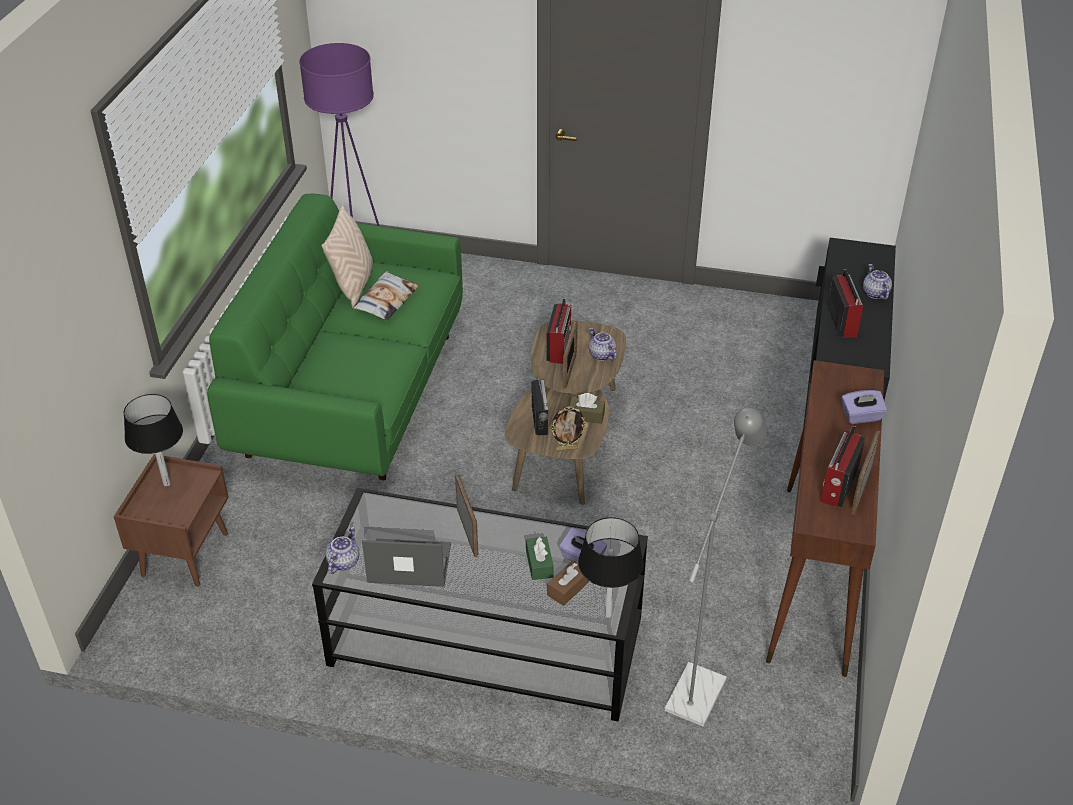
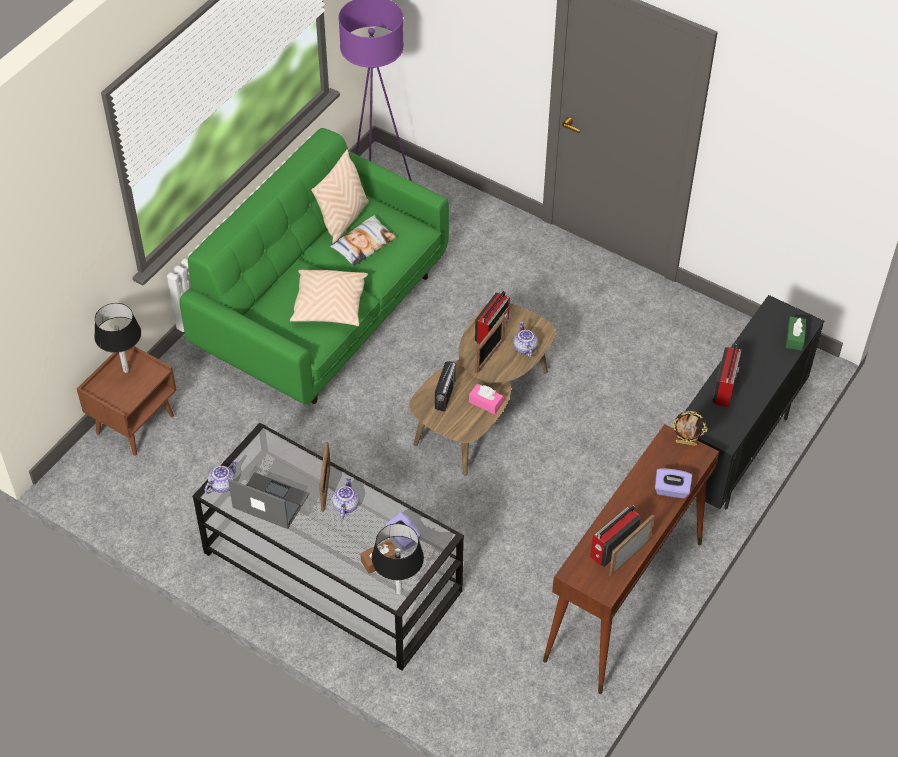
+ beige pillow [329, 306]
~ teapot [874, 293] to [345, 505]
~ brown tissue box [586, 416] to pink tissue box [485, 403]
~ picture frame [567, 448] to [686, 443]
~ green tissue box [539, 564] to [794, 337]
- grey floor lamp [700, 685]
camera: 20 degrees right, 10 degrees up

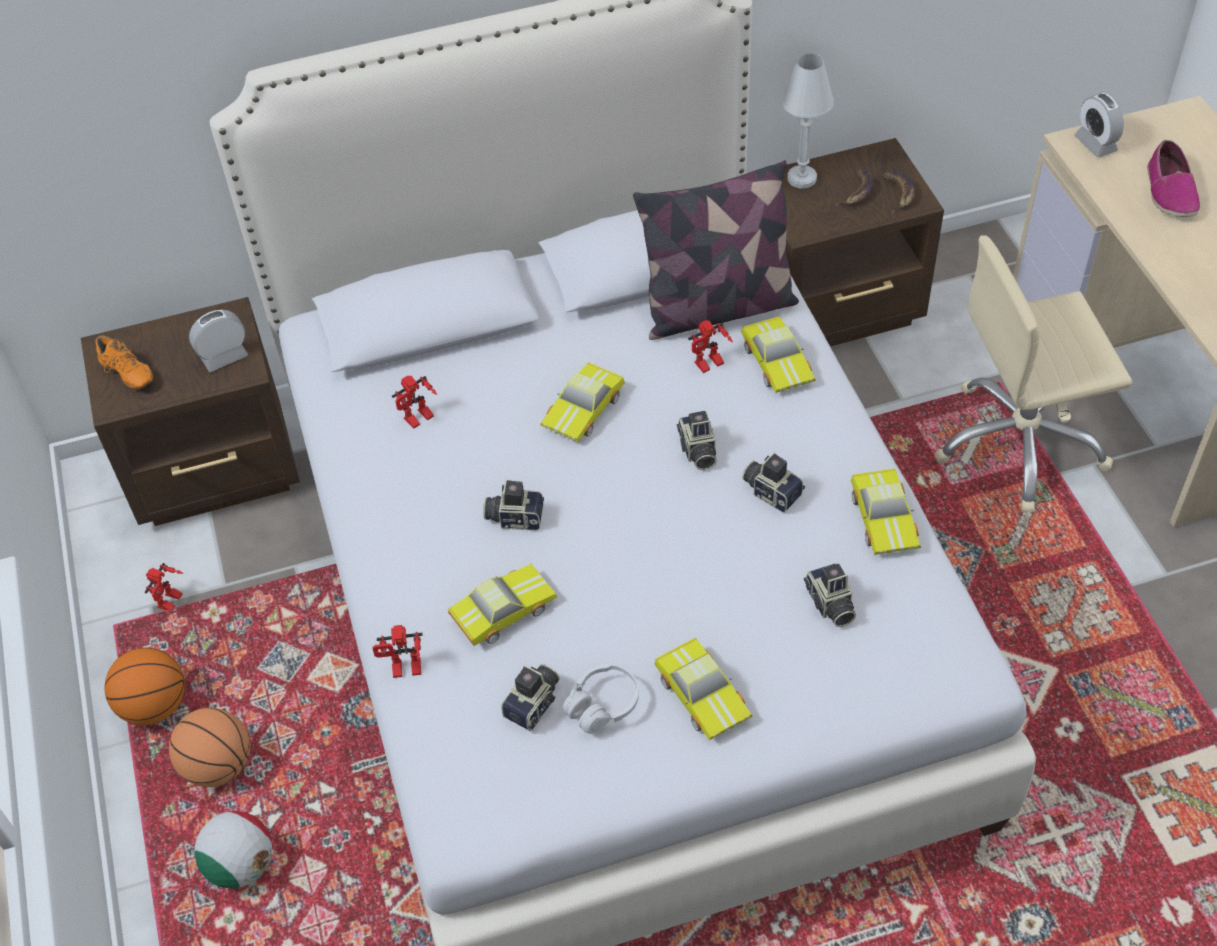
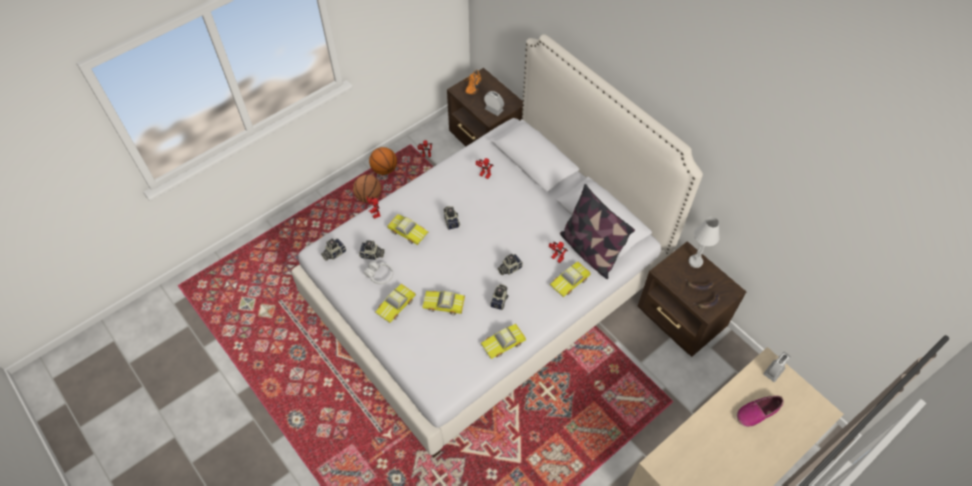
~ photo camera [829, 605] to [333, 253]
~ toy car [585, 410] to [444, 305]
- football [241, 865]
- beige office chair [1020, 444]
camera: 65 degrees right, 5 degrees up

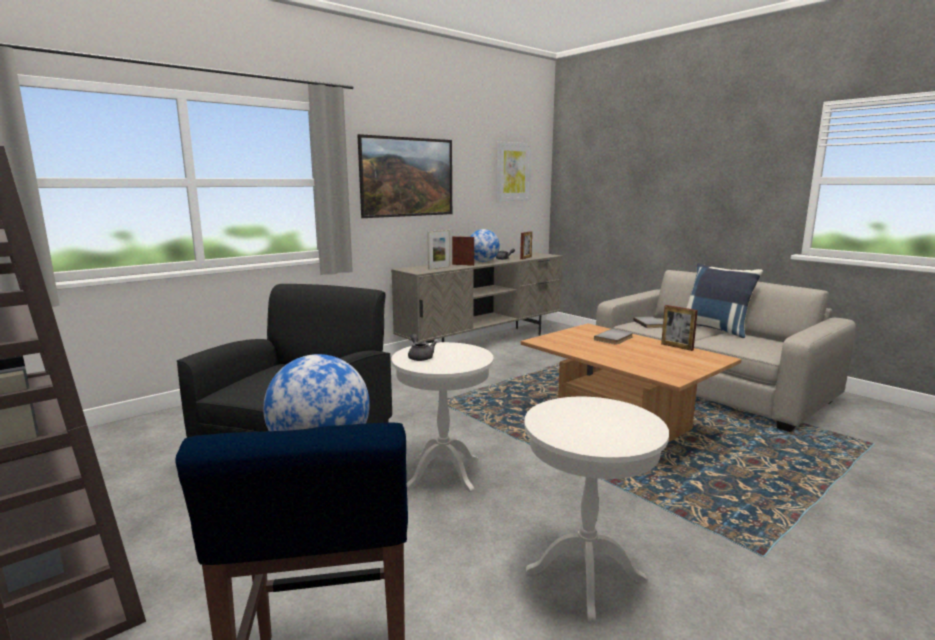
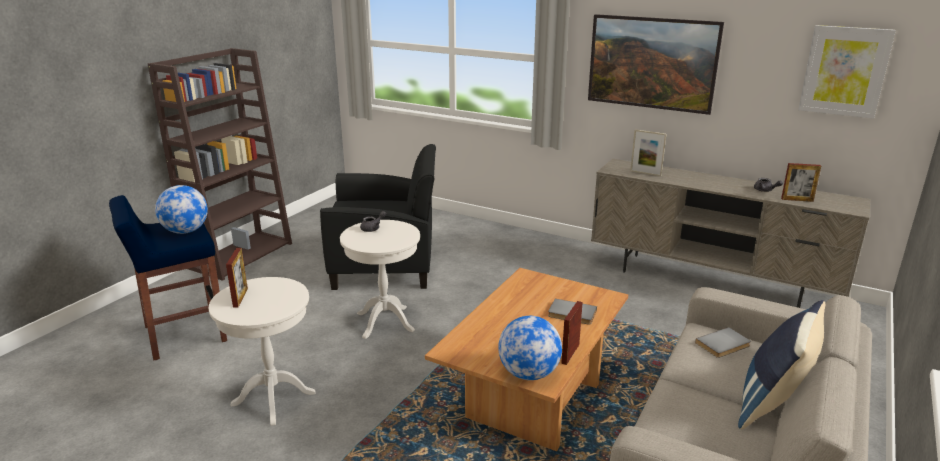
~ picture frame [463, 264] to [240, 298]
~ globe [483, 261] to [528, 374]
camera: 70 degrees right, 10 degrees up

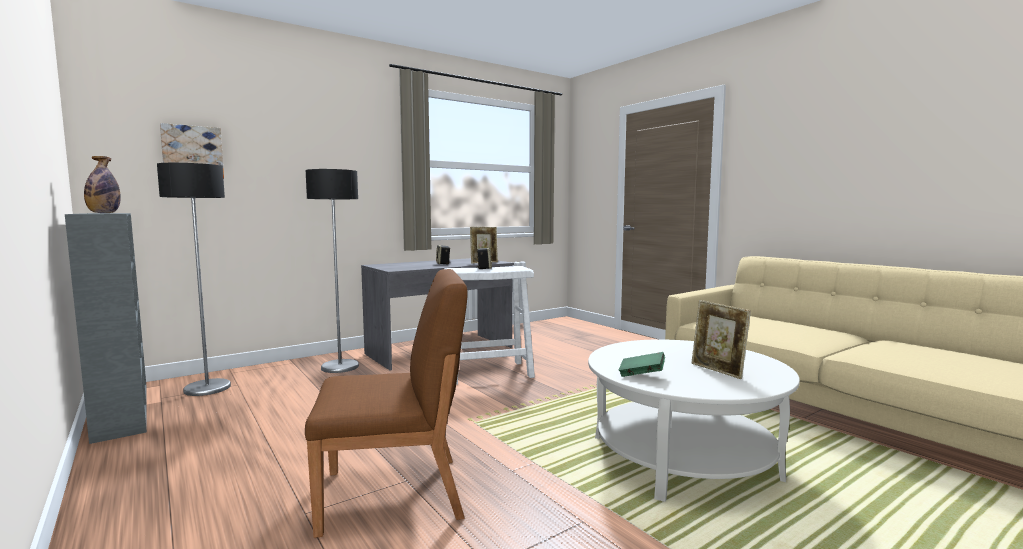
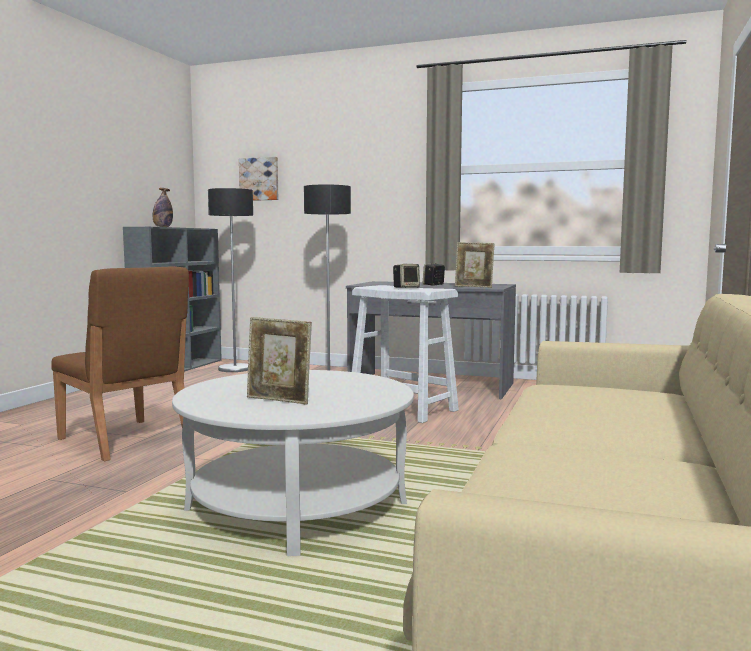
~ picture frame [717, 371] = [279, 400] 90 degrees counterclockwise
- green book [641, 375]
camera: 55 degrees right, 0 degrees up

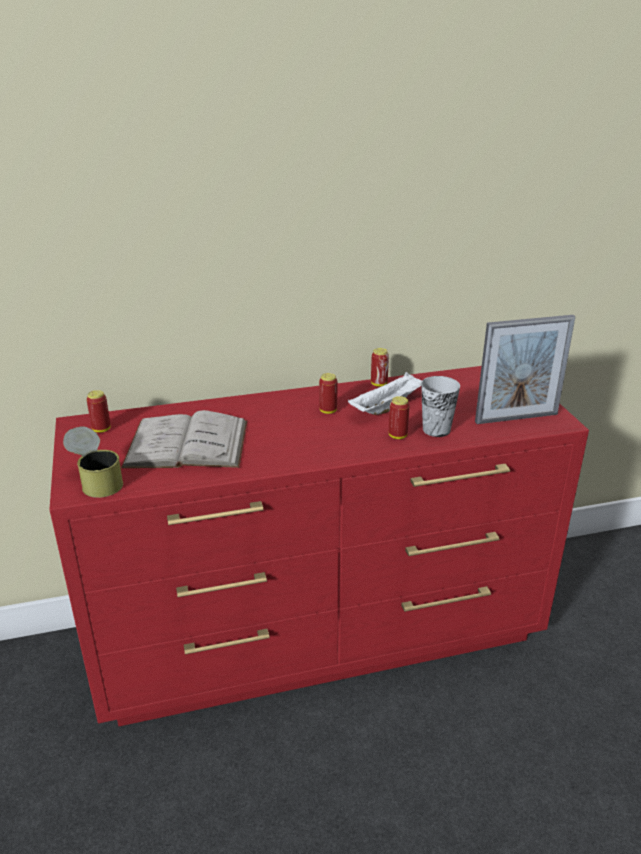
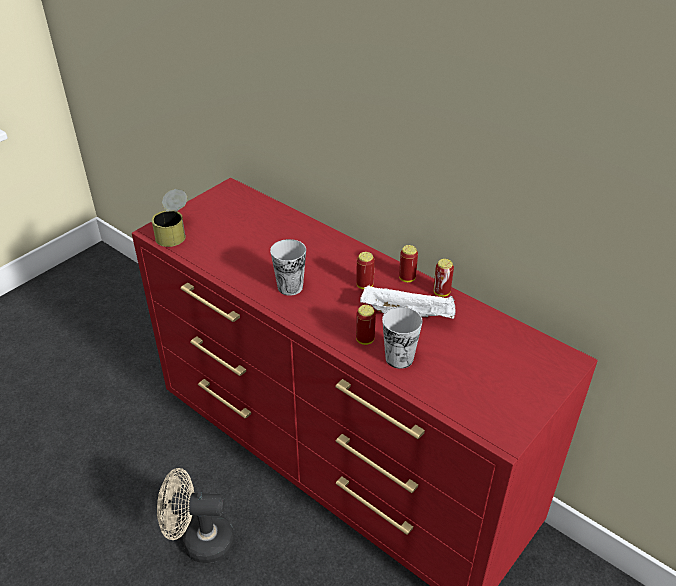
+ beige fan [199, 541]
+ cup [290, 287]
~ can [101, 429] to [407, 278]
- white book [187, 444]
- picture frame [516, 418]
camera: 55 degrees right, 10 degrees up

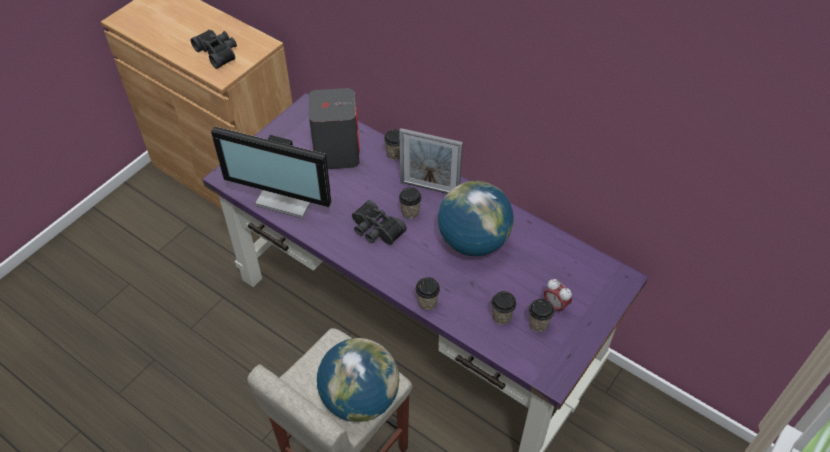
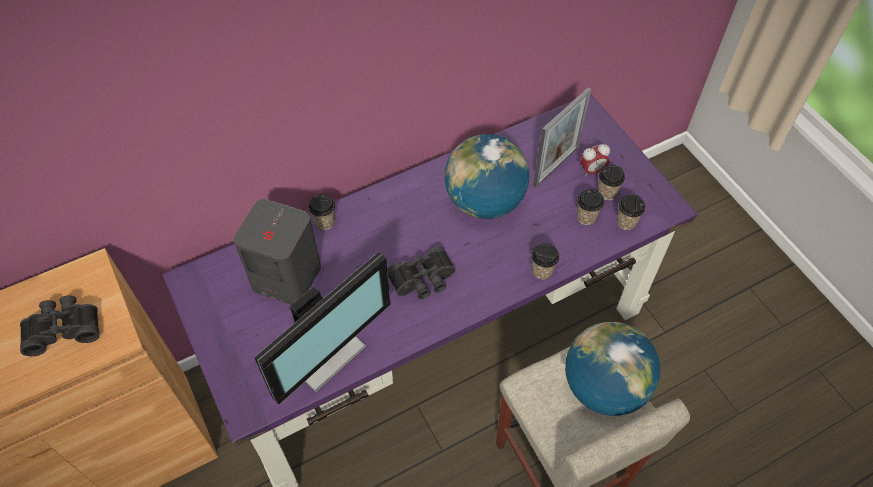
~ picture frame [429, 188] to [556, 166]
~ cup [410, 212] to [626, 222]
camera: 65 degrees left, 5 degrees up

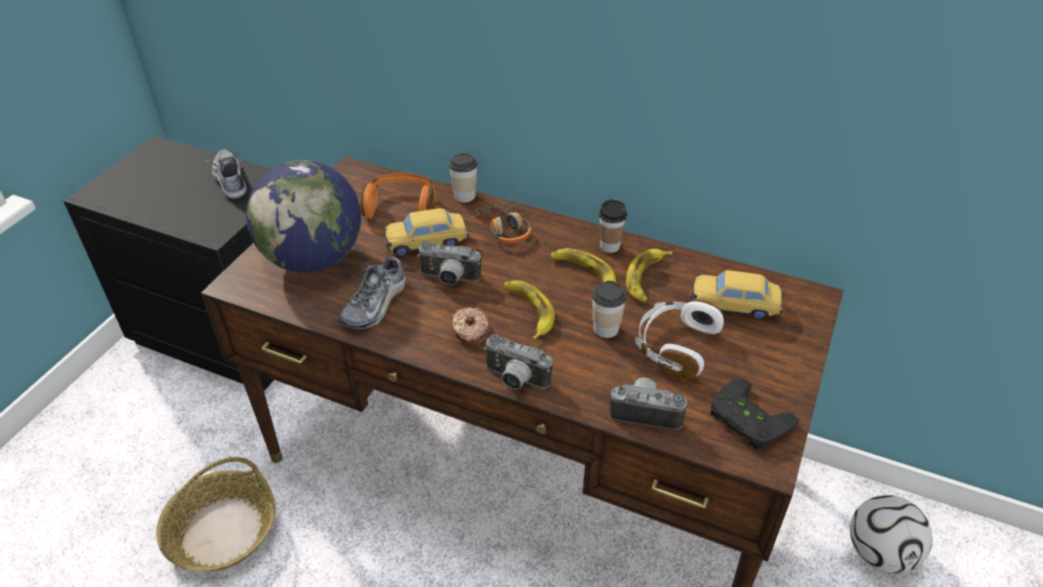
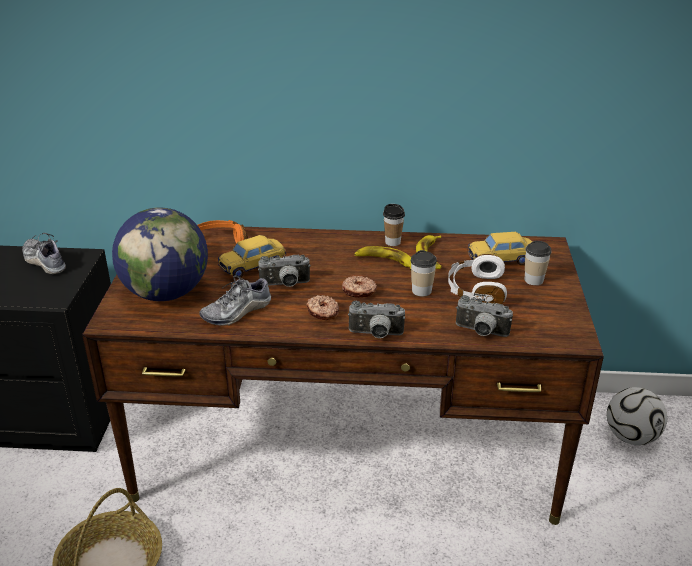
~ shoe [375, 304] = [237, 312] 45 degrees clockwise
~ banana [529, 311] to donut [359, 291]
~ photo camera [646, 412] = [480, 332] 150 degrees counterclockwise
~ cup [464, 196] to [534, 280]
- headphones [505, 227]
- black game controller [746, 420]
camera: 20 degrees left, 10 degrees down

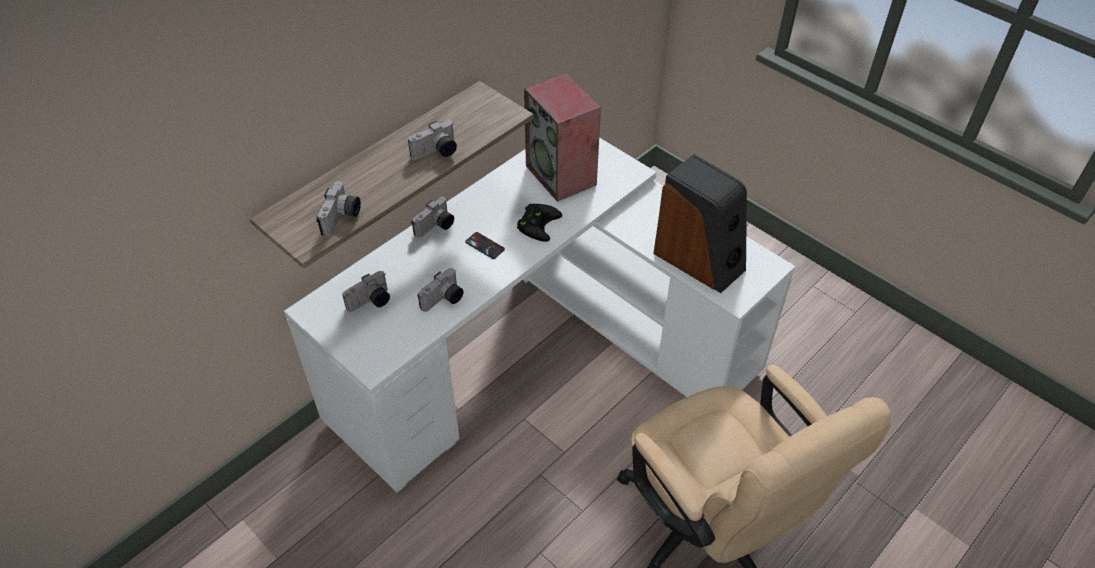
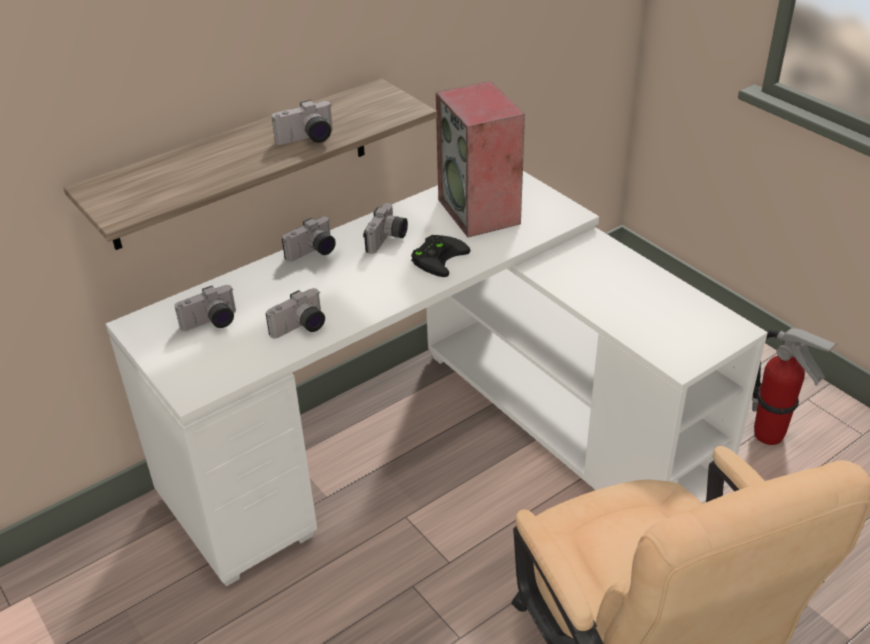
~ photo camera [342, 218] to [388, 240]
+ fire extinguisher [769, 436]
- phone [485, 245]
- speaker [699, 260]
camera: 10 degrees right, 10 degrees down

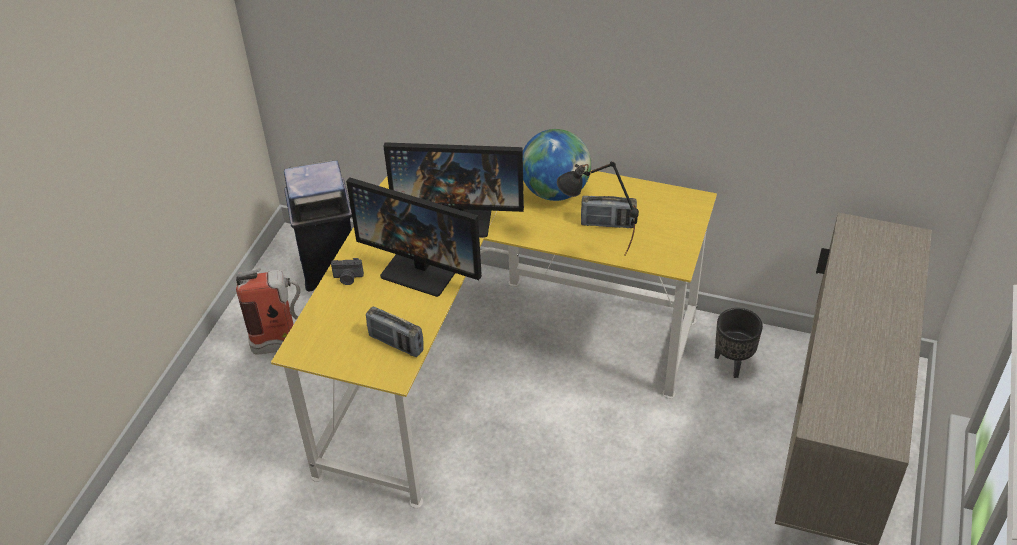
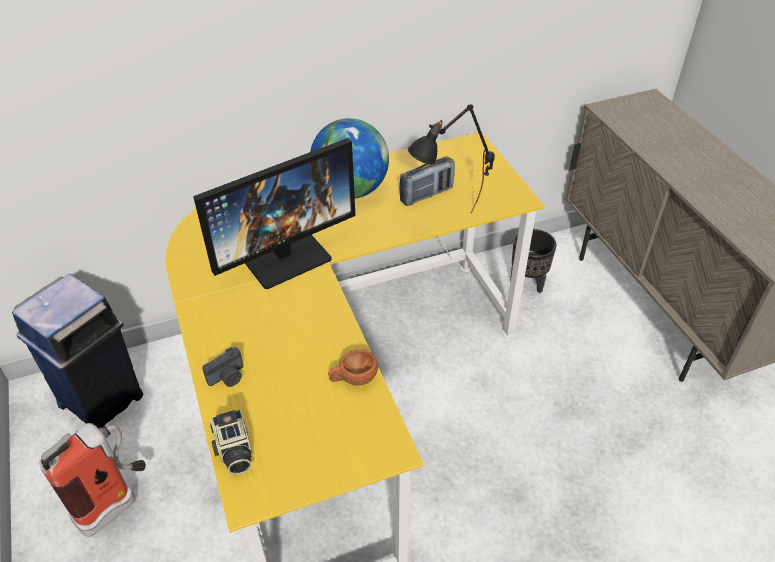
+ photo camera [234, 451]
+ brown cup [353, 379]
- monitor [423, 269]
- radio [396, 343]
camera: 40 degrees left, 0 degrees up

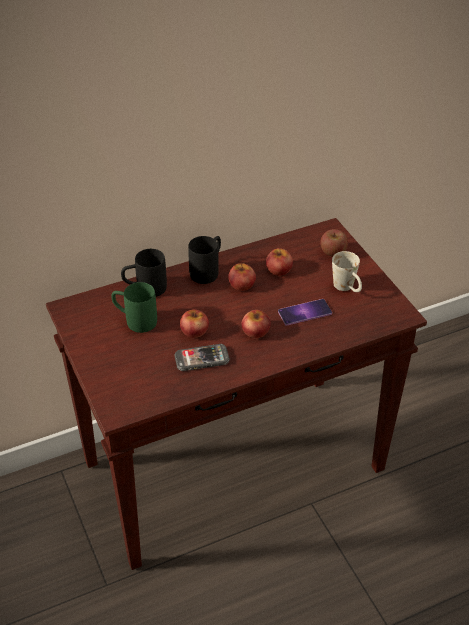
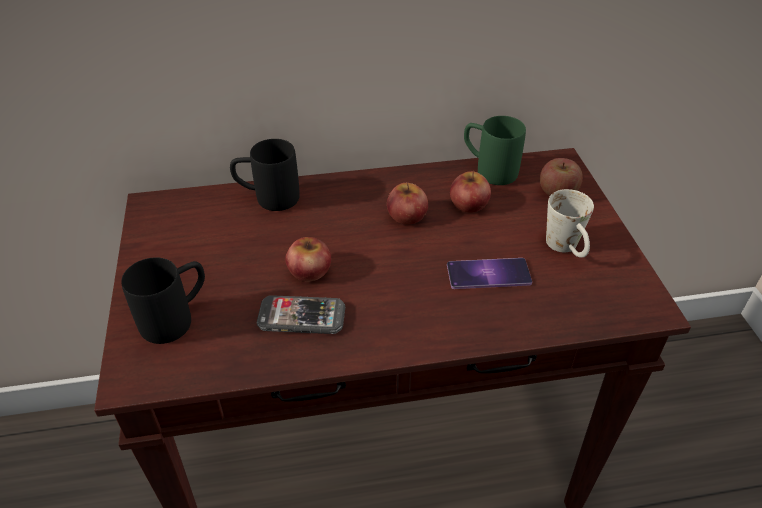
~ black mug [208, 270] to [177, 318]
~ green mug [135, 320] to [488, 170]
- apple [255, 331]
camera: 15 degrees right, 0 degrees up

